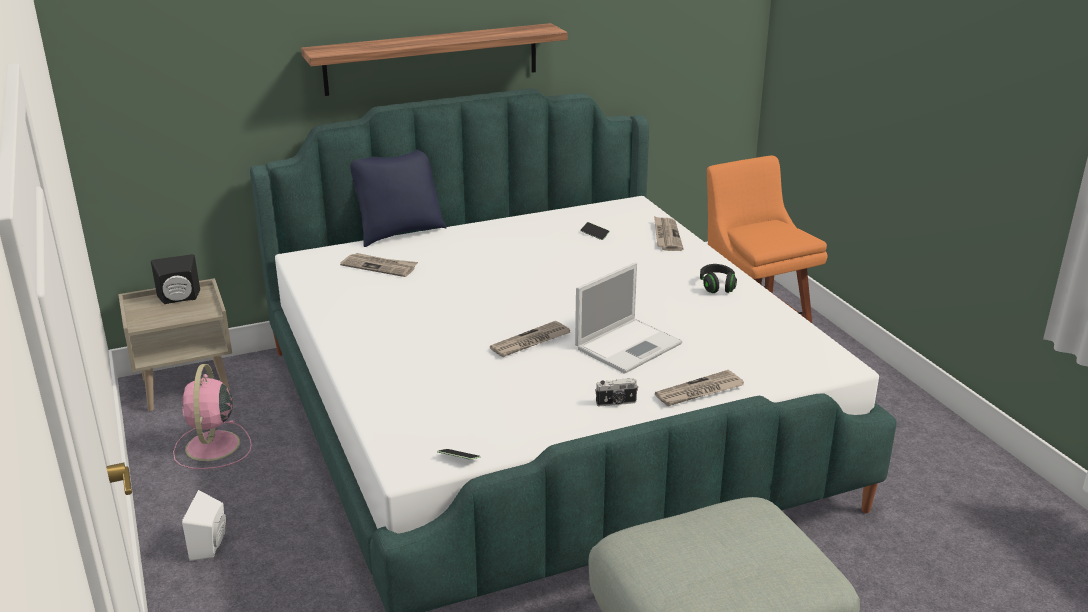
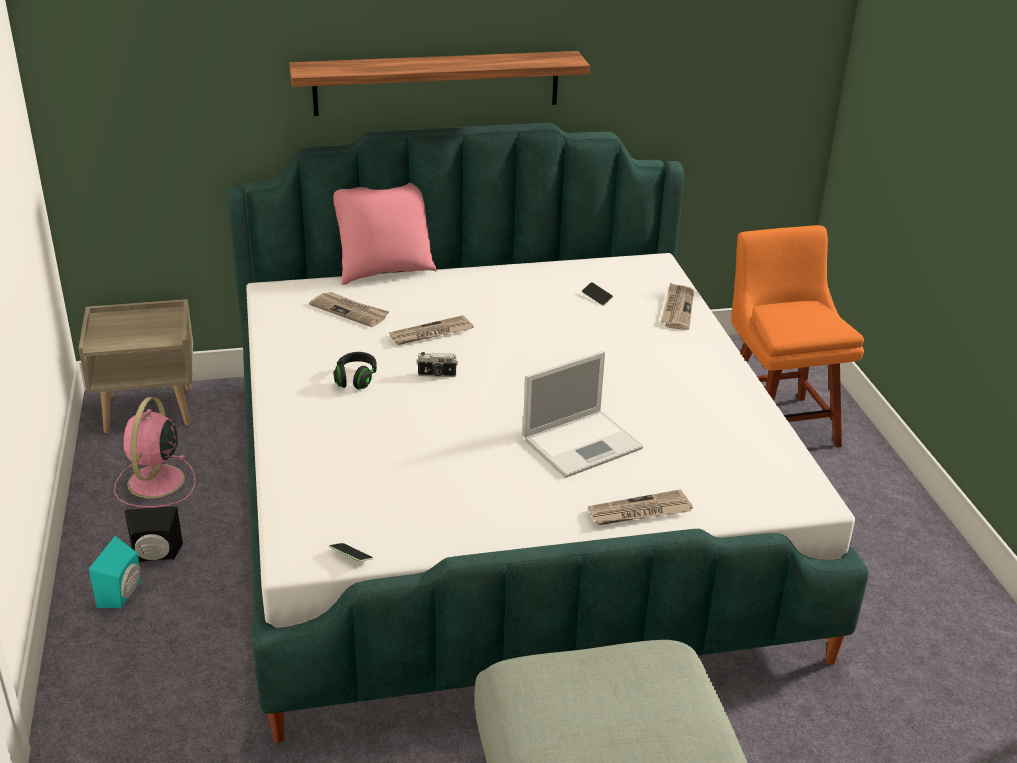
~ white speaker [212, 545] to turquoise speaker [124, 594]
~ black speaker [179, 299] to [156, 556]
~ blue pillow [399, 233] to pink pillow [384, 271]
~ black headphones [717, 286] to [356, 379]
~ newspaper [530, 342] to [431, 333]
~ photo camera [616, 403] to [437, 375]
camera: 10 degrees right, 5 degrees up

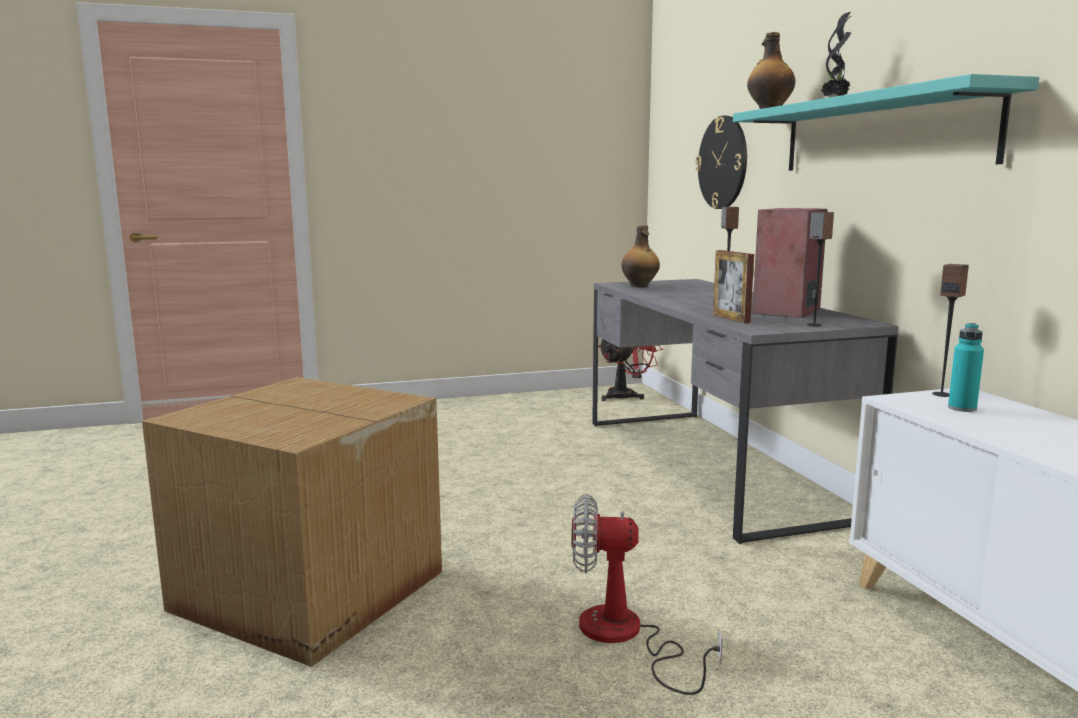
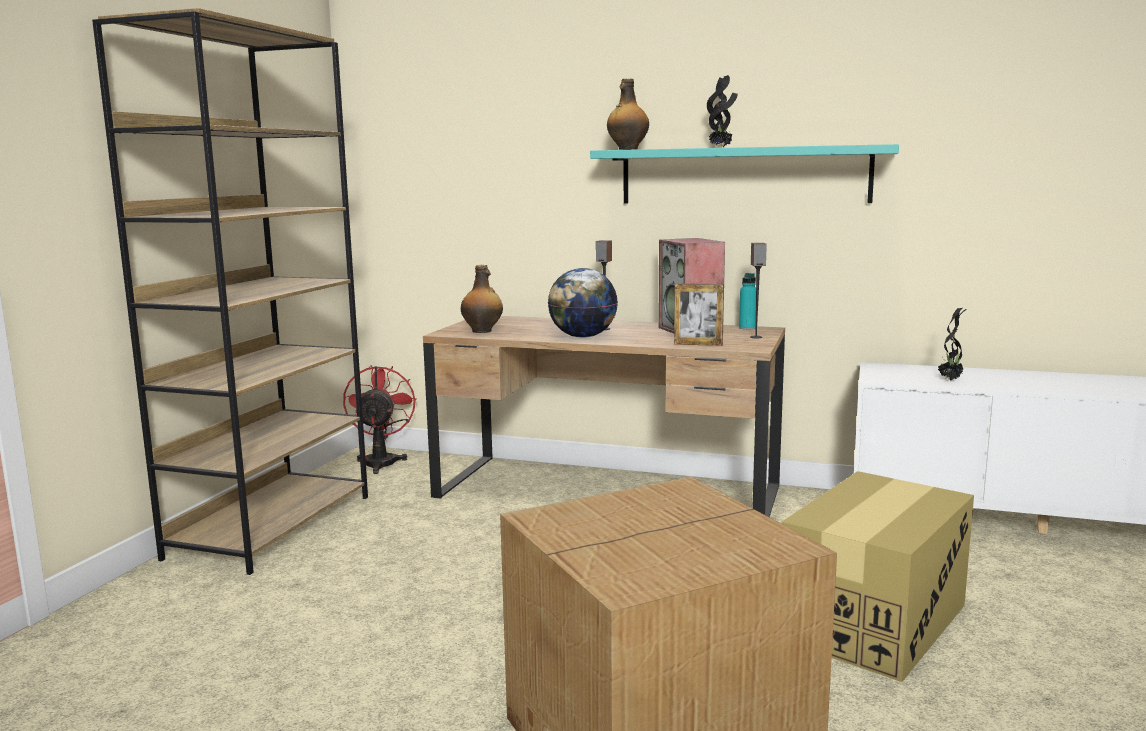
+ brown bookcase [272, 526]
~ grey desk [710, 465] to brown desk [606, 492]
+ globe [582, 337]
~ turquoise bottle [962, 408] to [747, 328]
~ fan [624, 637] to cardboard box [874, 621]
+ potted plant [950, 380]
- wall clock [723, 162]
- speaker [941, 394]
camera: 55 degrees left, 0 degrees up

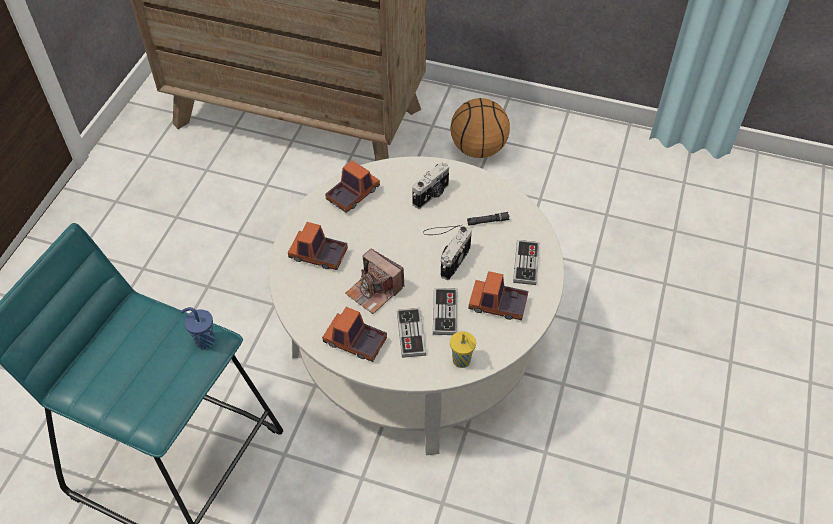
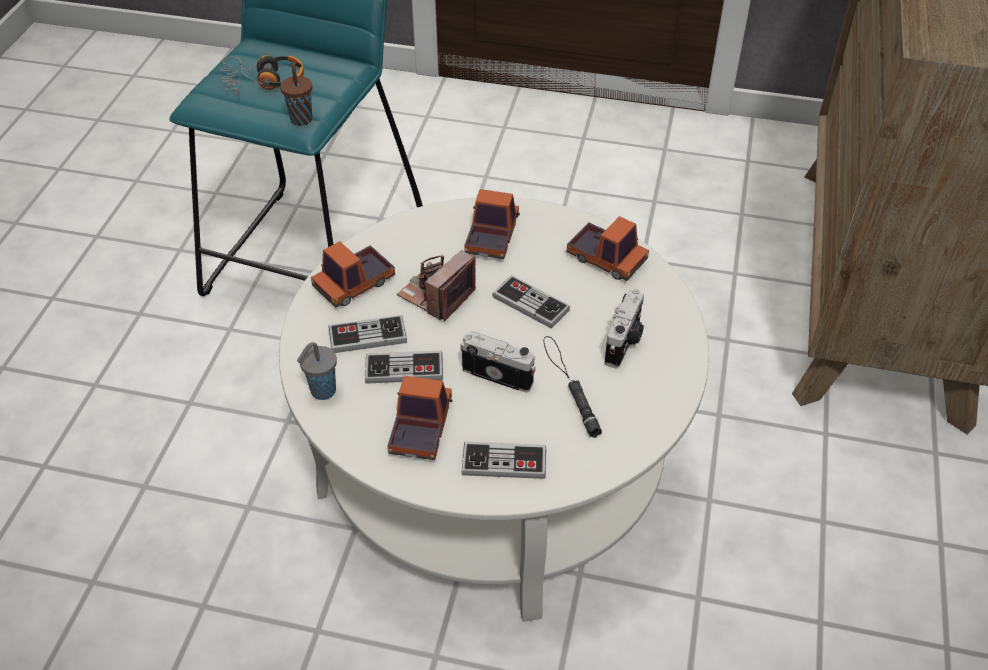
+ headphones [263, 82]
~ blue cup [204, 340] to brown cup [302, 118]
~ yellow cup [462, 361] to grey cup [322, 391]
~ toy truck [355, 342] = [354, 284] 150 degrees counterclockwise
+ game controller [530, 303]
~ photo camera [432, 195] = [624, 343] 105 degrees counterclockwise
- basketball [479, 149]
camera: 85 degrees right, 5 degrees down

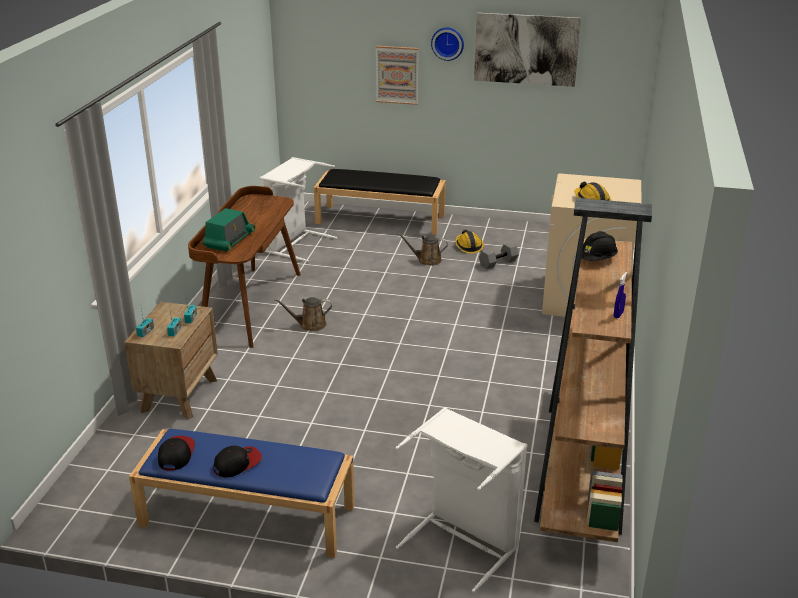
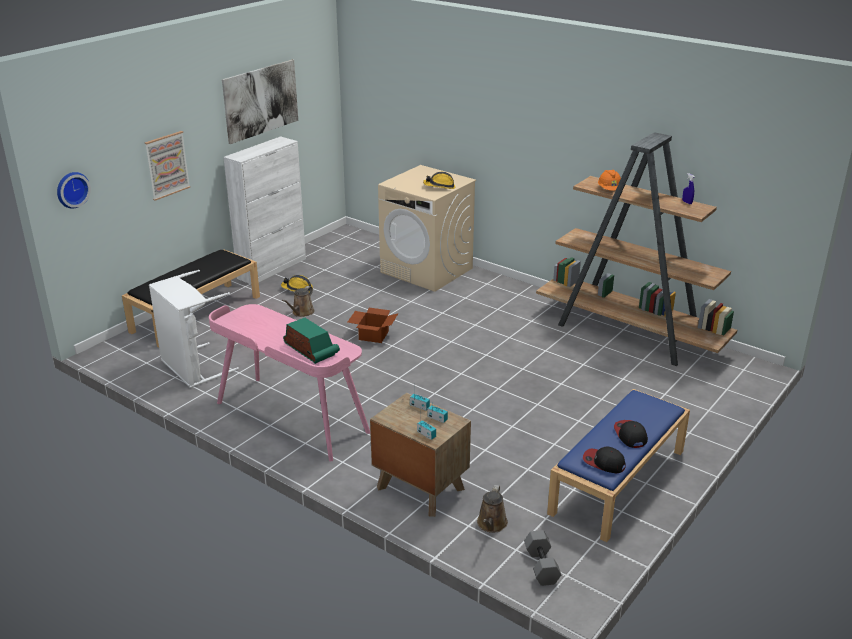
~ wall clock [447, 43] to [71, 189]
~ brown desk [250, 305] to pink desk [290, 418]
+ white cabinet [272, 268]
+ cardboard box [373, 335]
~ brown watering can [310, 325] to [491, 524]
~ grey dumbbell [498, 262] to [540, 565]
~ black hard hat [596, 260] to orange hard hat [609, 190]
- white laundry basket [464, 541]
camera: 65 degrees left, 0 degrees up

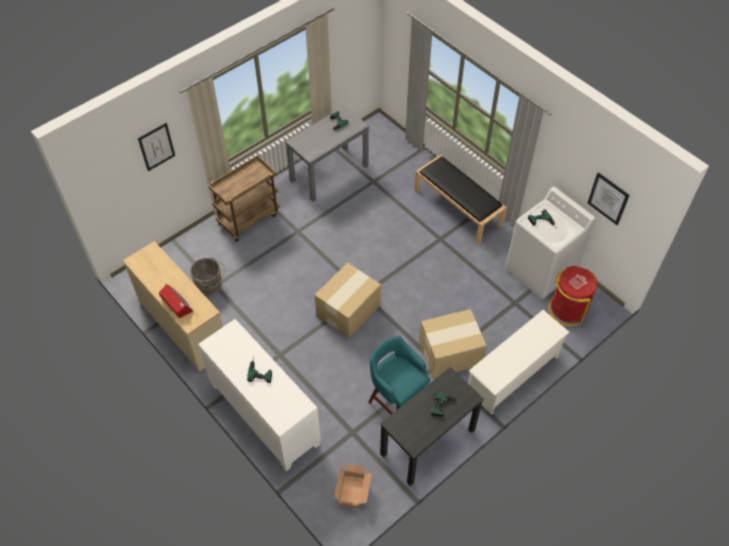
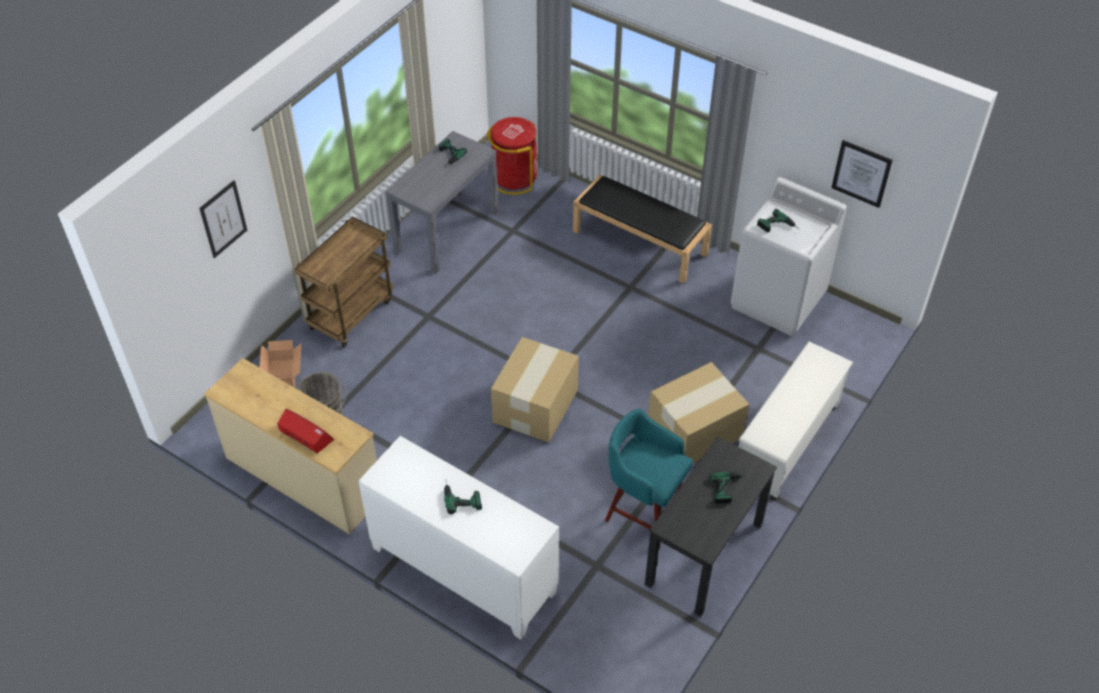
~ cardboard box [353, 491] to [284, 374]
~ red trash can [567, 309] to [514, 178]
camera: 15 degrees left, 5 degrees down

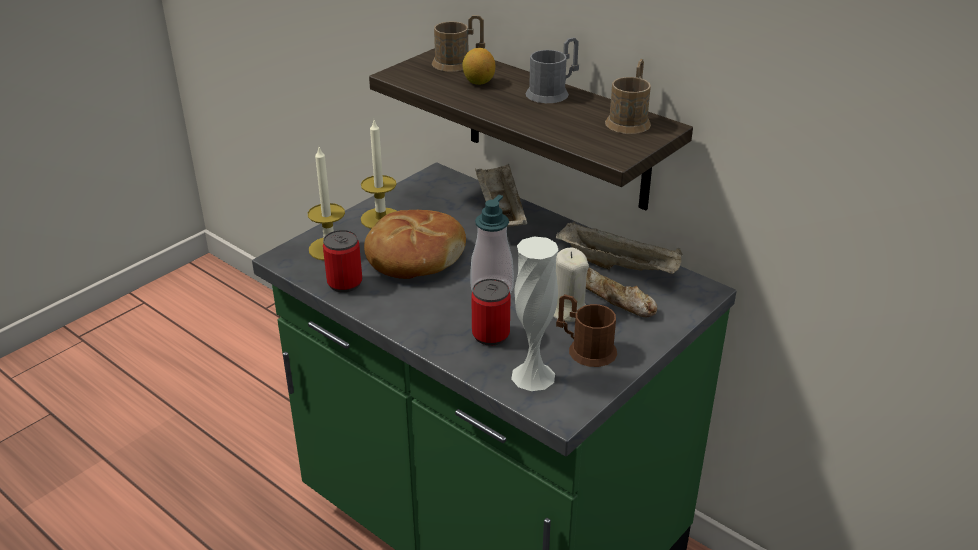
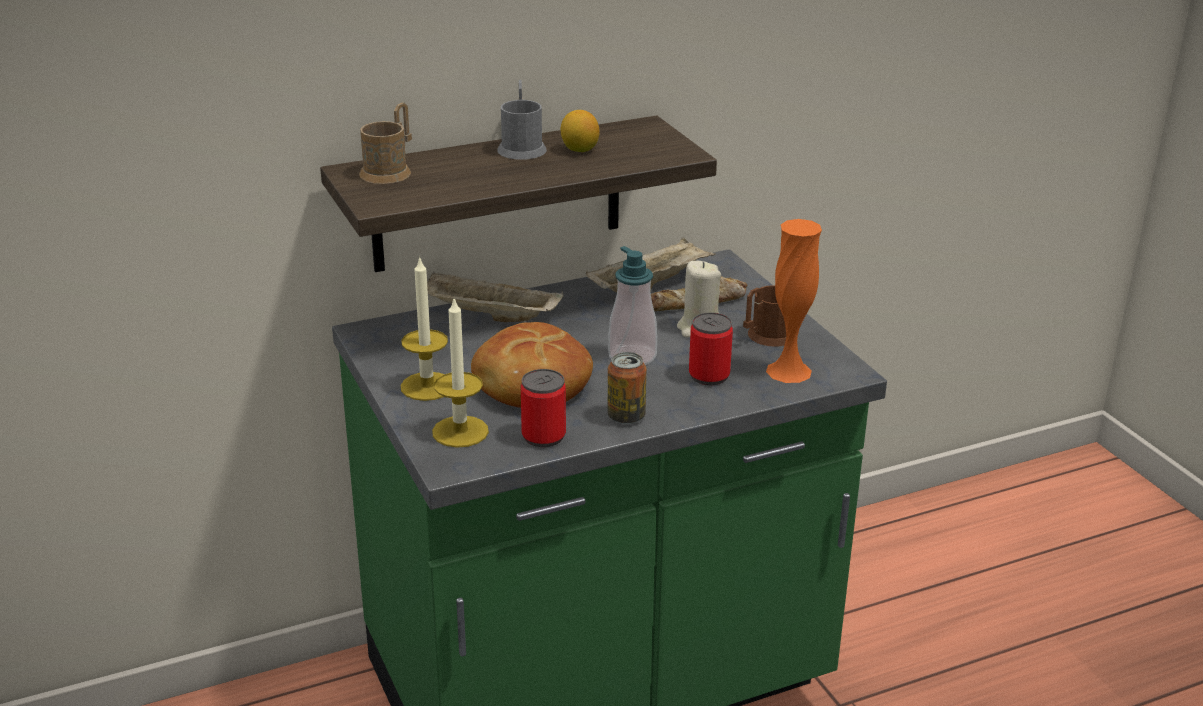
~ lemon [478, 82] to [580, 150]
+ can [626, 416]
~ white vase [533, 376] to orange vase [788, 371]
- brown mug [630, 120]
camera: 65 degrees left, 5 degrees down

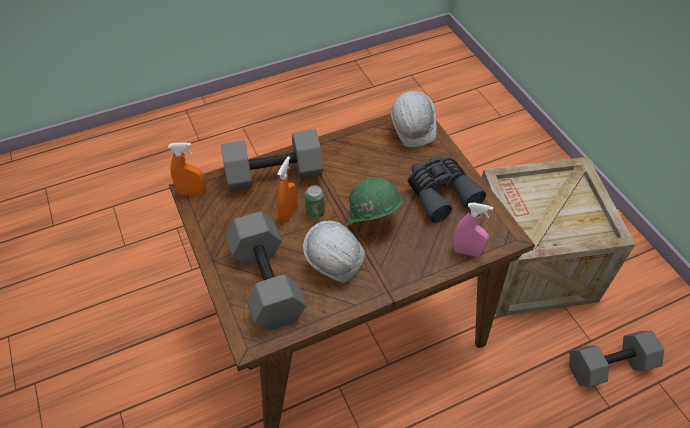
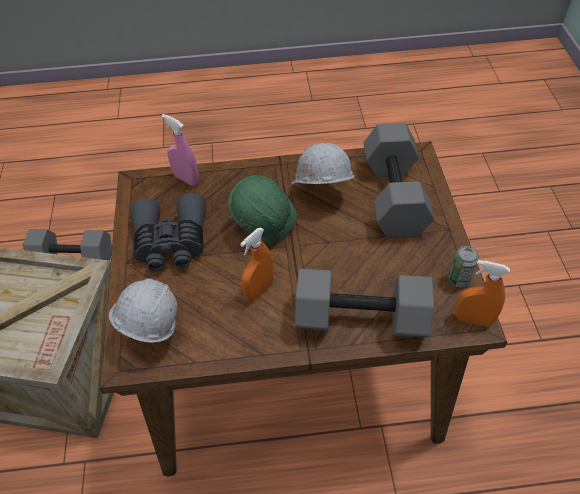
~ orange spray bottle [288, 213] to [259, 290]
~ can [315, 213] to [459, 279]
camera: 160 degrees left, 0 degrees up

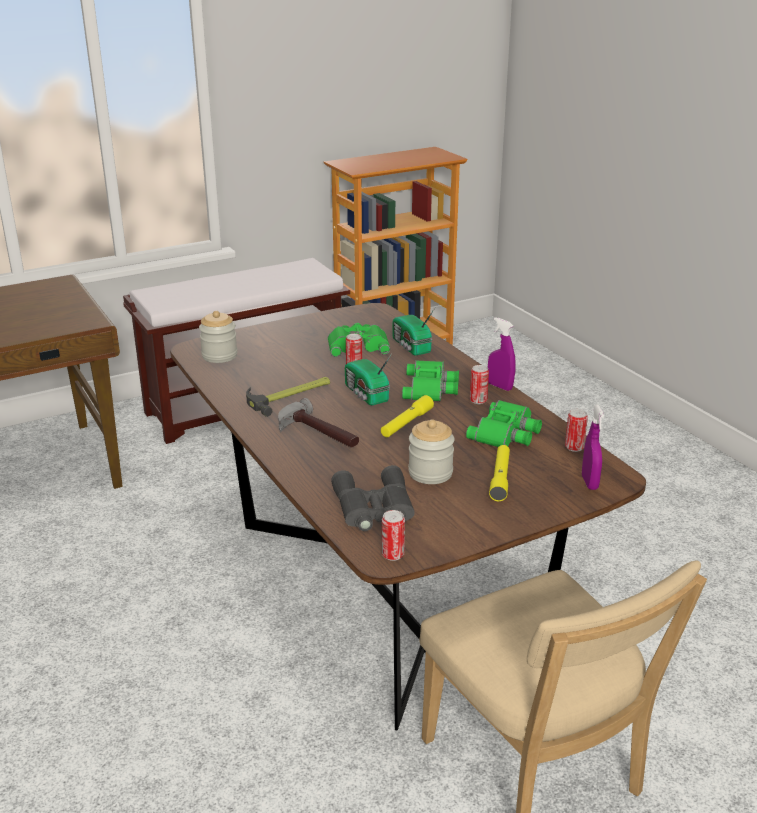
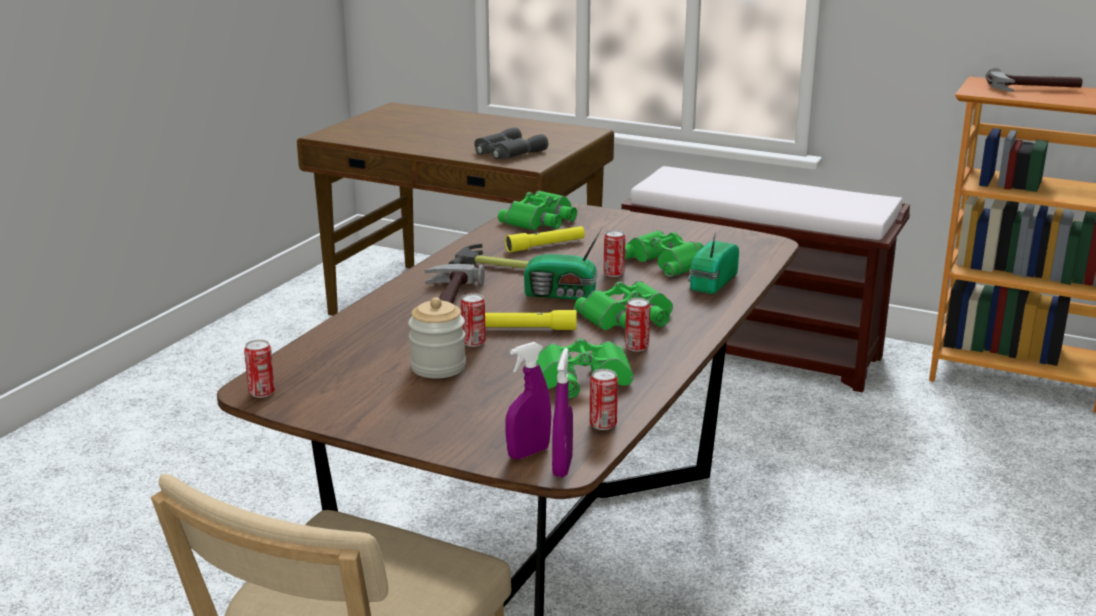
+ can [473, 342]
~ grey binoculars [373, 508] to [507, 152]
~ jar [219, 356] to green binoculars [541, 220]
~ yellow flashlight [500, 478] to [545, 245]
~ radio [366, 394] = [562, 295] 105 degrees counterclockwise
~ purple spray bottle [500, 386] to [562, 466]
+ hammer [1033, 89]
camera: 55 degrees right, 5 degrees down

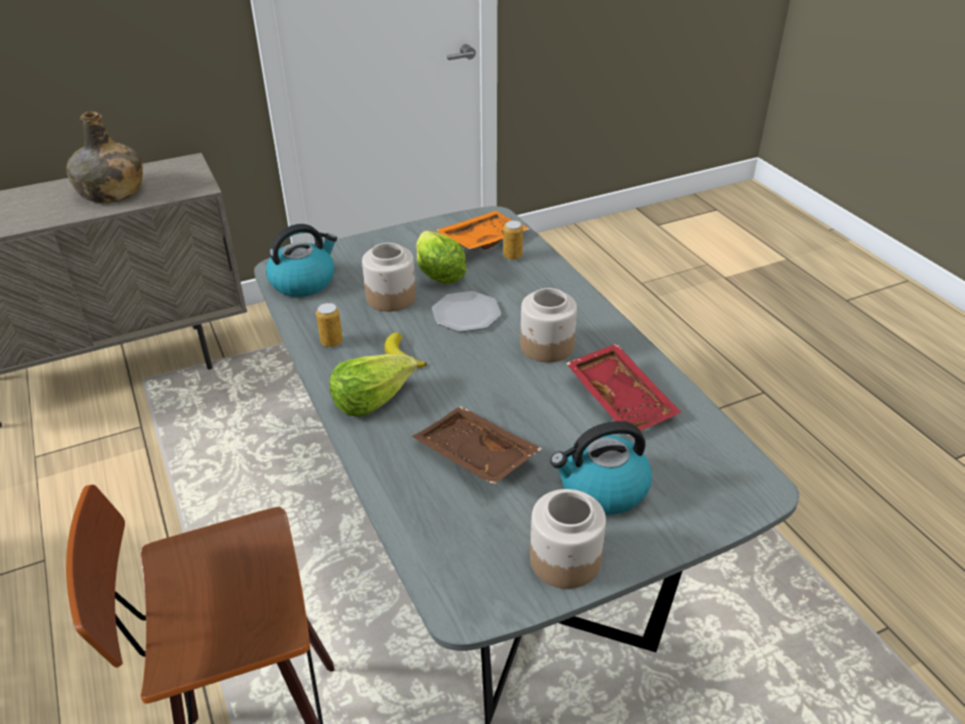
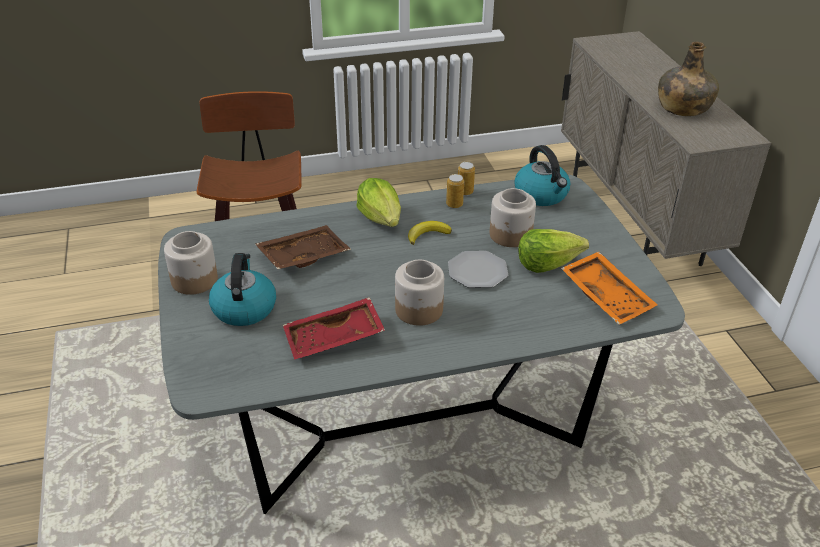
~ can [512, 256] to [465, 192]
camera: 100 degrees right, 0 degrees up

